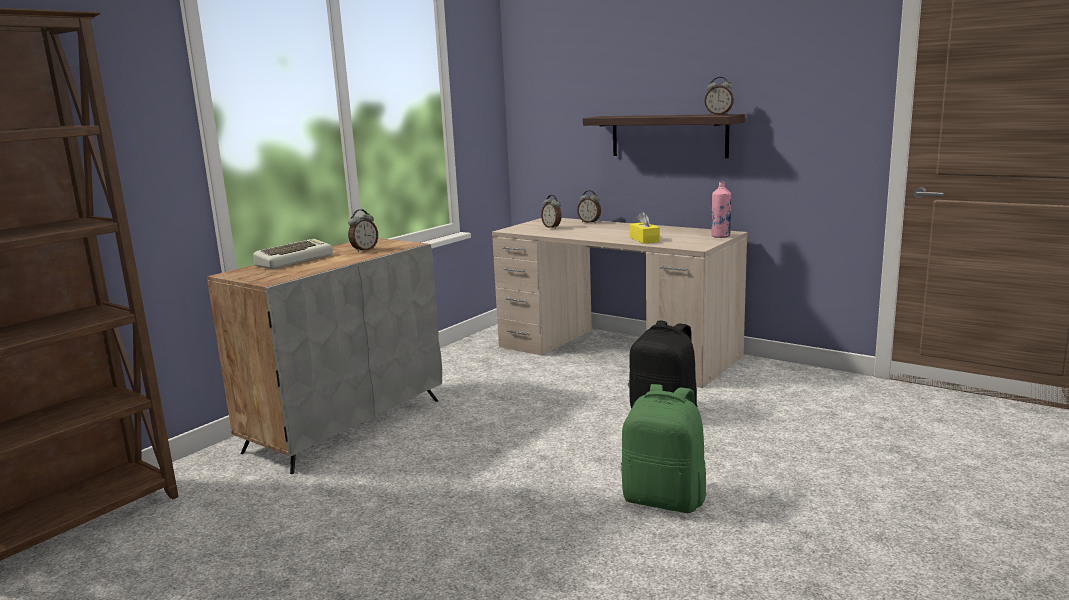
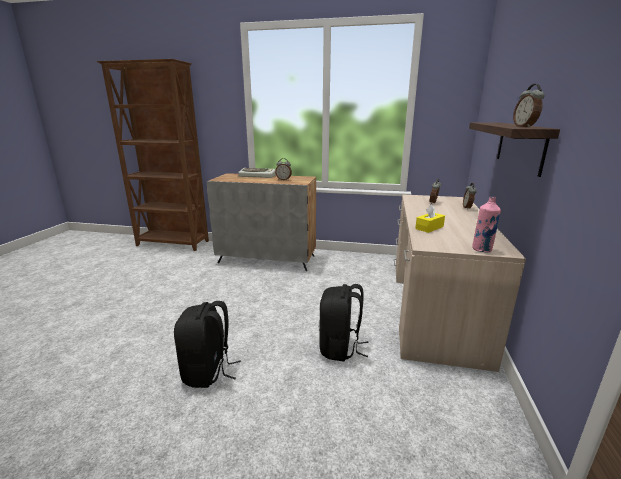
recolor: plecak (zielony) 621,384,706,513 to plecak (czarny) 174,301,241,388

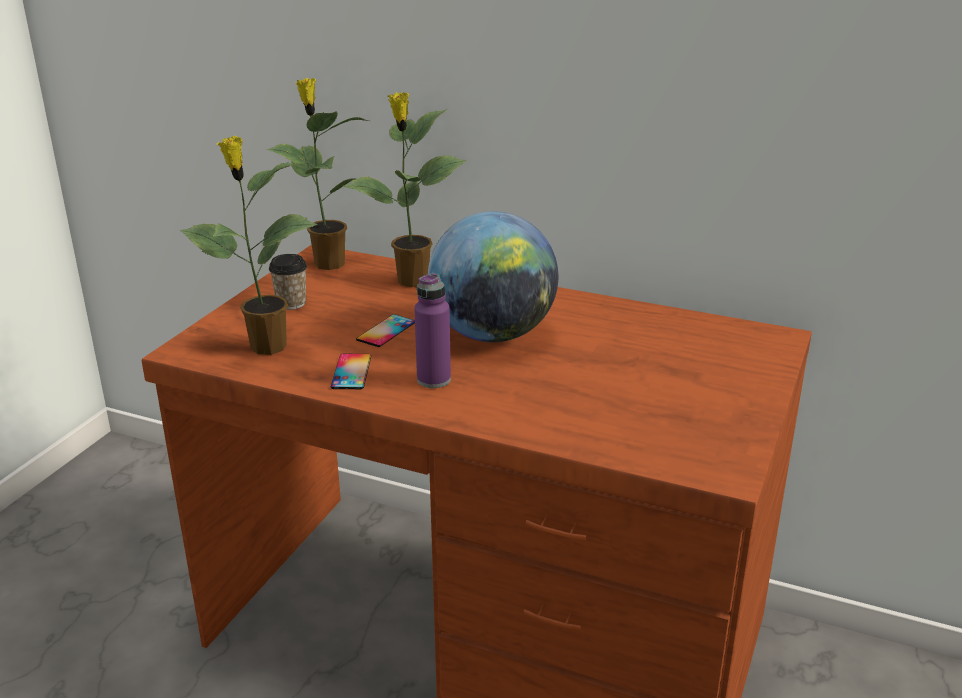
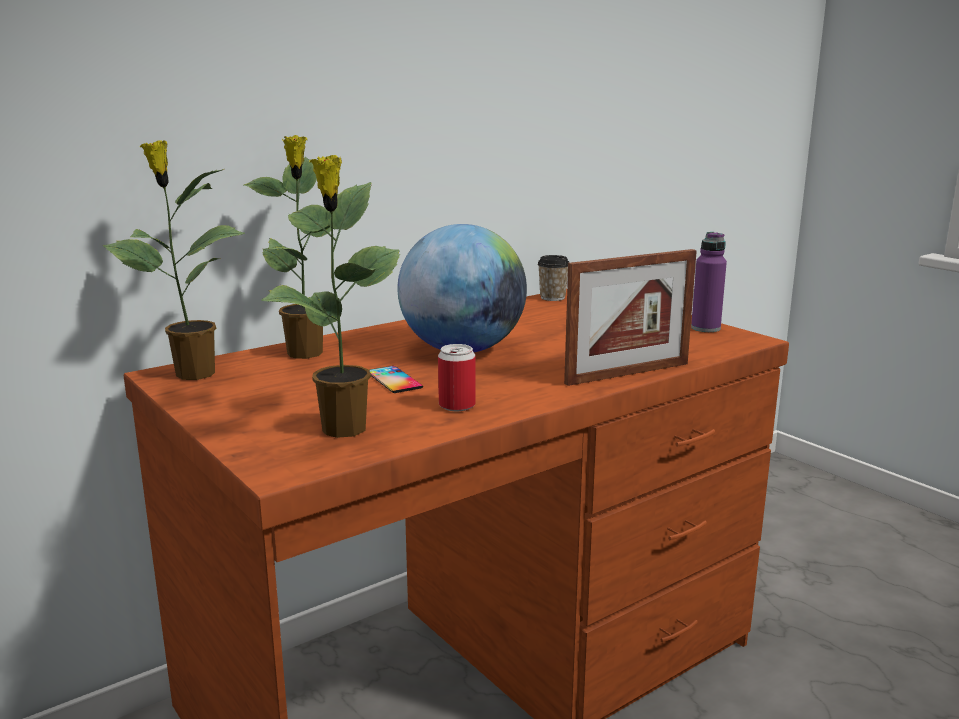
insert: ramka na zdjęcie 564,249,697,386
move: filiżanka 269,254,307,310 to 537,255,569,301; butelka (fioletowy) 414,273,451,388 to 691,232,727,332
replace: telefon 331,354,371,389 to puszka 438,344,476,411

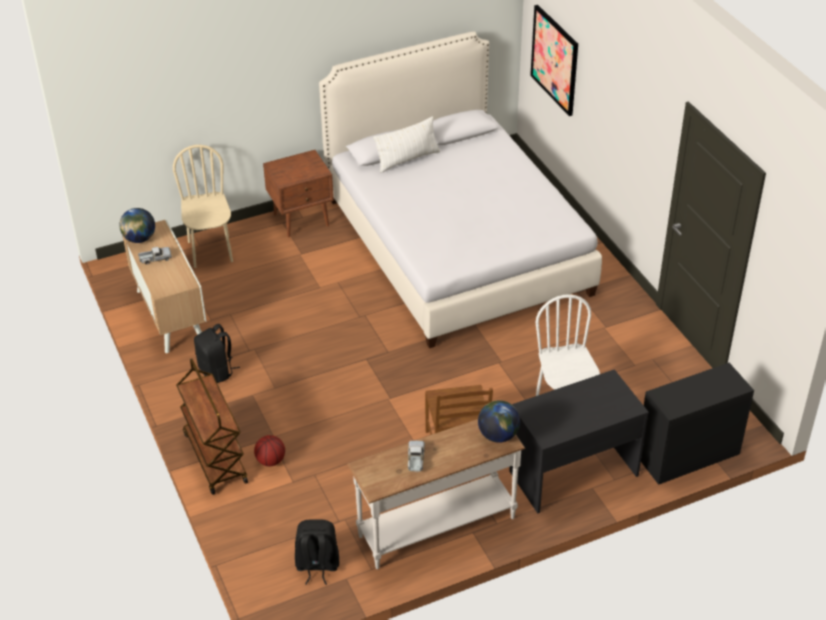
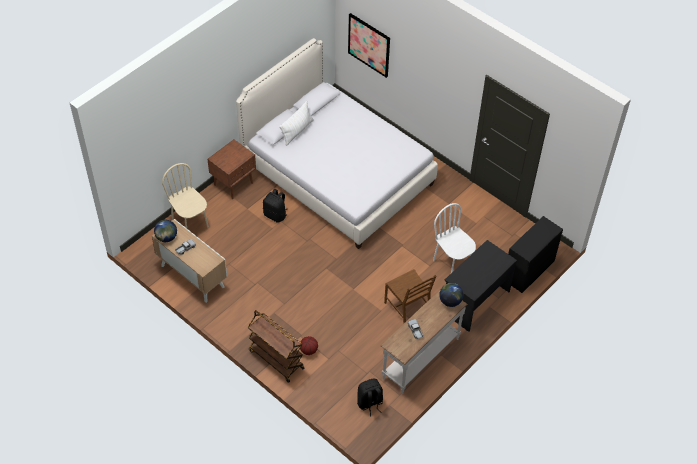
move: plecak (czarny) 194,324,240,383 to 263,189,287,223

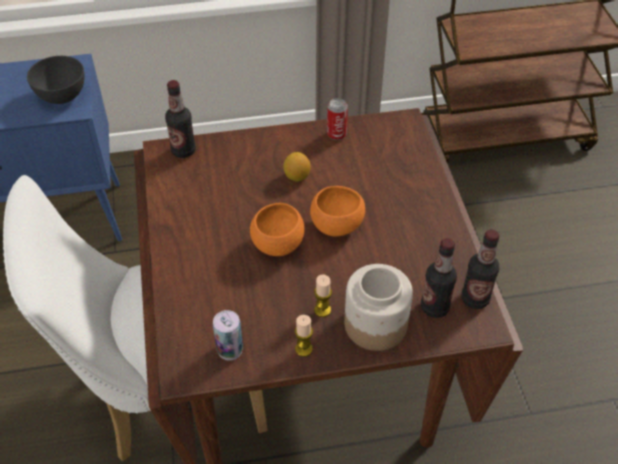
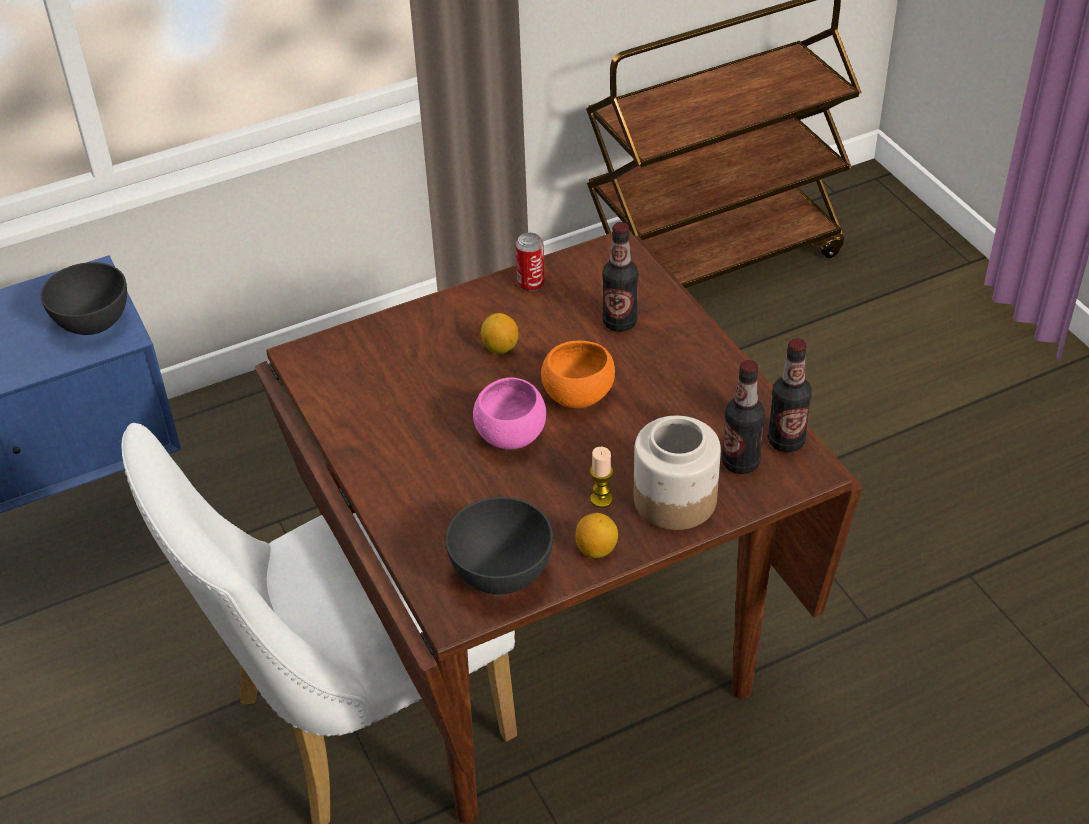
move: butelka 165,80,196,158 to 602,222,638,332
replace: puszka 213,310,243,360 to miska (szary) 445,497,553,594; świeca 295,315,313,357 to cytryna 575,513,618,558
recolor: miska (pomarańczowy) 250,203,305,256 to miska (różowy) 473,377,546,450

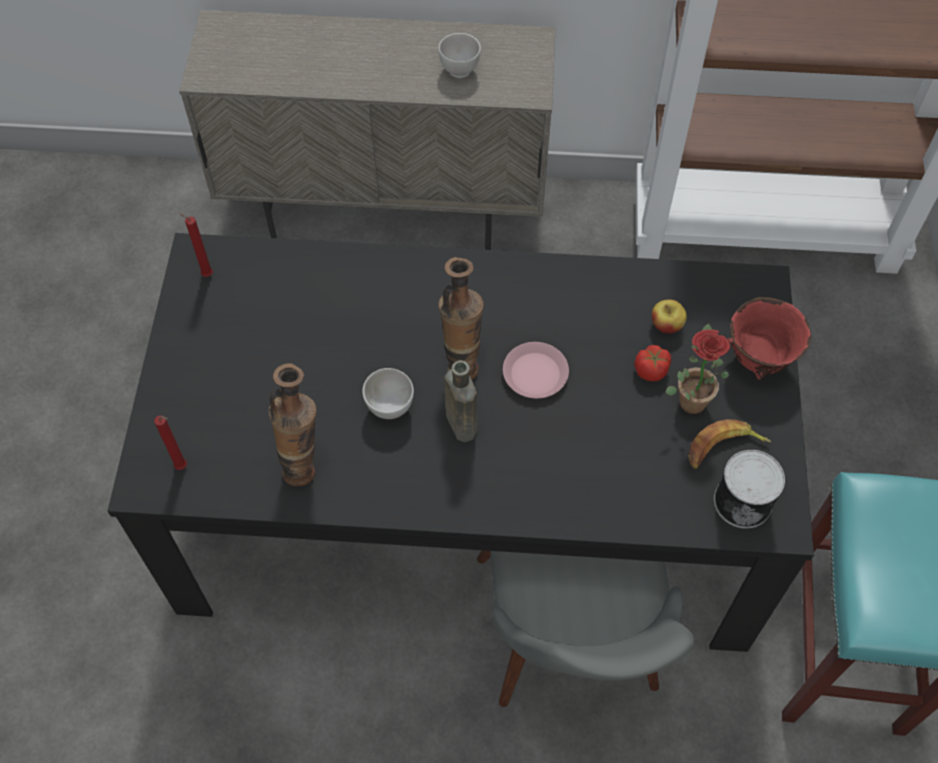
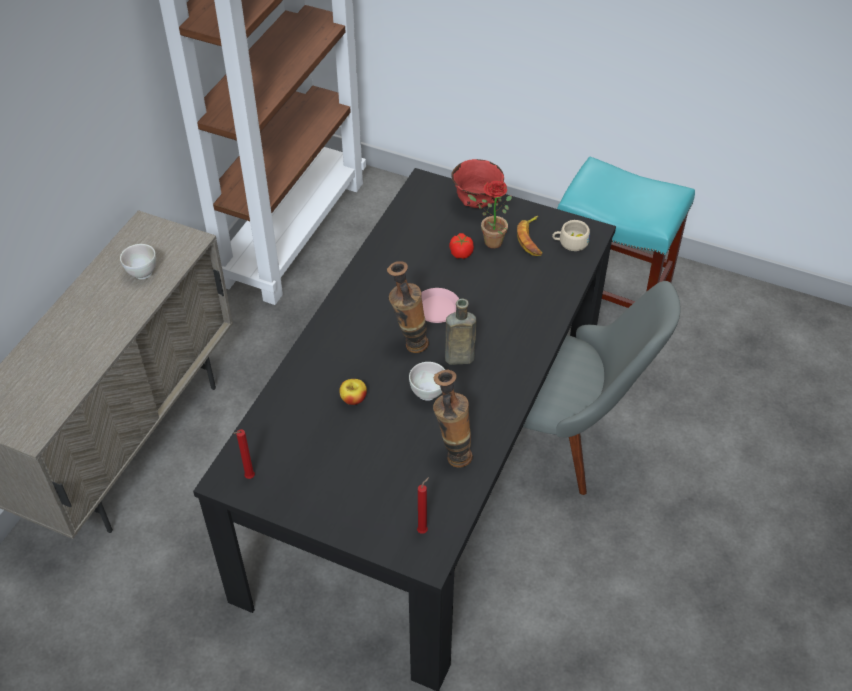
move: jabłko 652,299,687,334 to 339,379,367,405
replace: puszka 714,450,785,529 to filiżanka (beżowy) 552,220,590,251

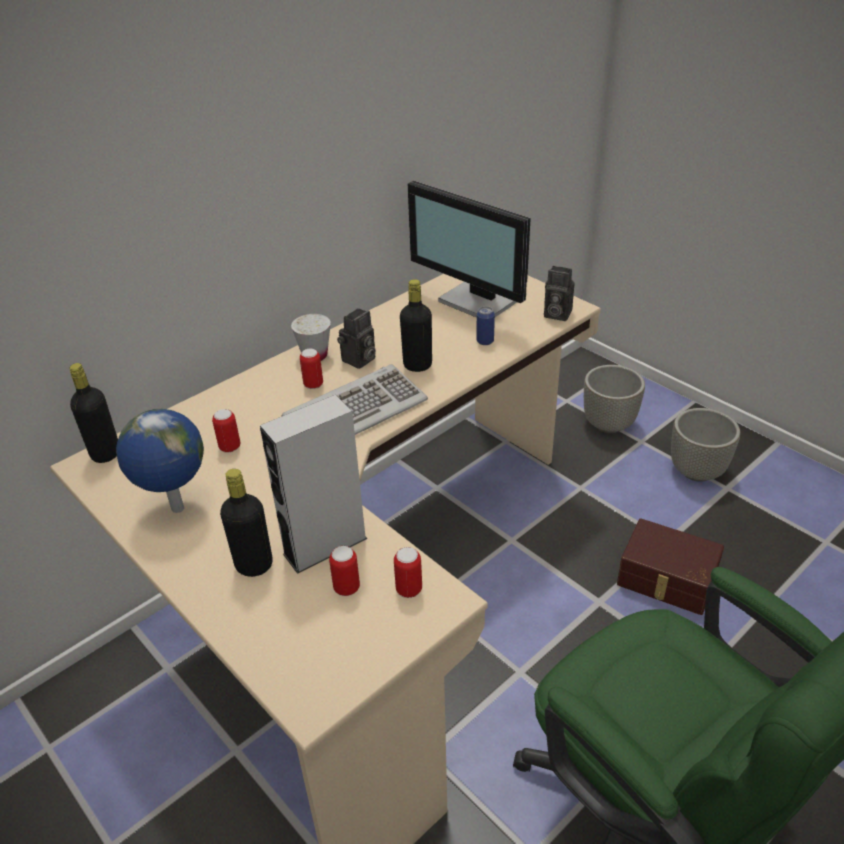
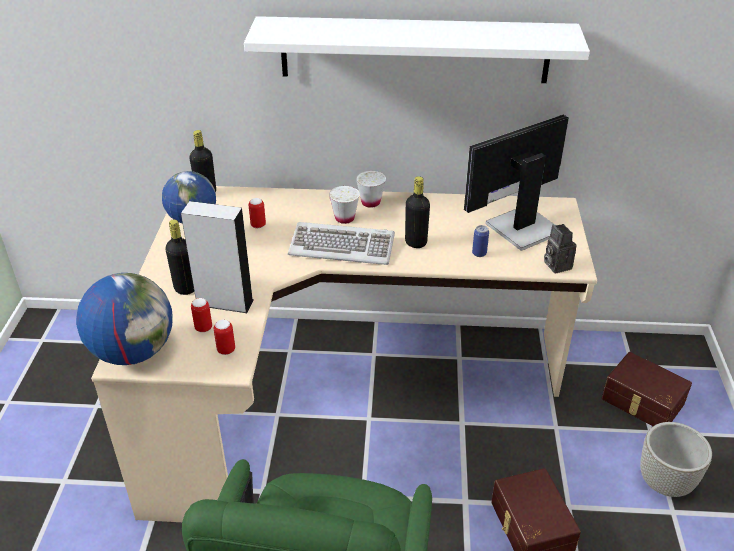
delete: aparat fotograficzny 337,308,376,369
insert: globus 76,273,172,365; półka (biały) 244,16,590,83
replace: puszka 300,349,323,389 to filiżanka (biały) 329,186,360,224; donica (szary) 584,365,645,433 to pojemnik do przechowywania (brązowy) 602,352,692,426
rotate: monitor 408,181,531,318 = 464,115,569,251 60 degrees clockwise

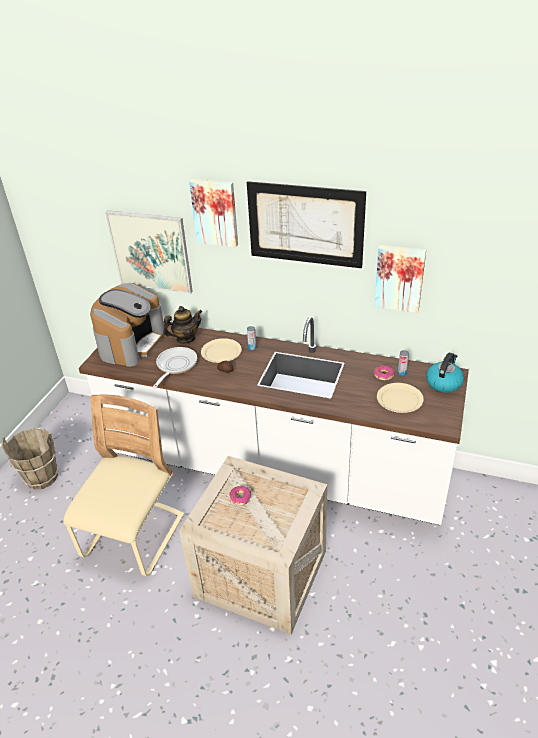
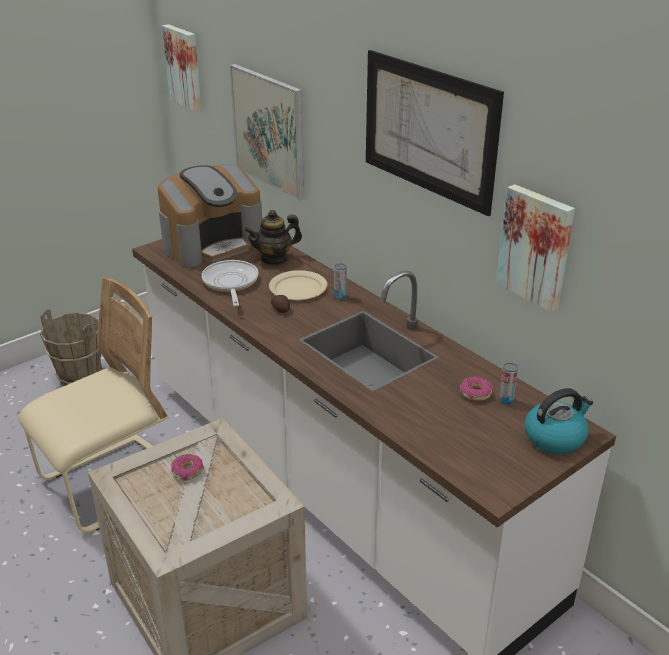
delete: talerz (beżowy) 377,383,424,413
move: obraz 189,179,238,247 to 162,24,202,112
rotate: patelnia 152,347,197,389 = 202,260,258,307 60 degrees counterclockwise; imbryk 163,306,203,344 = 245,210,302,265 150 degrees clockwise

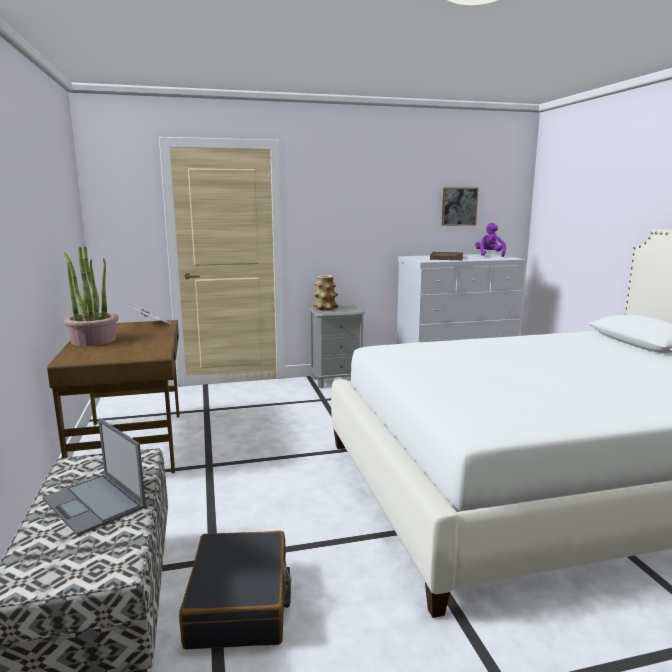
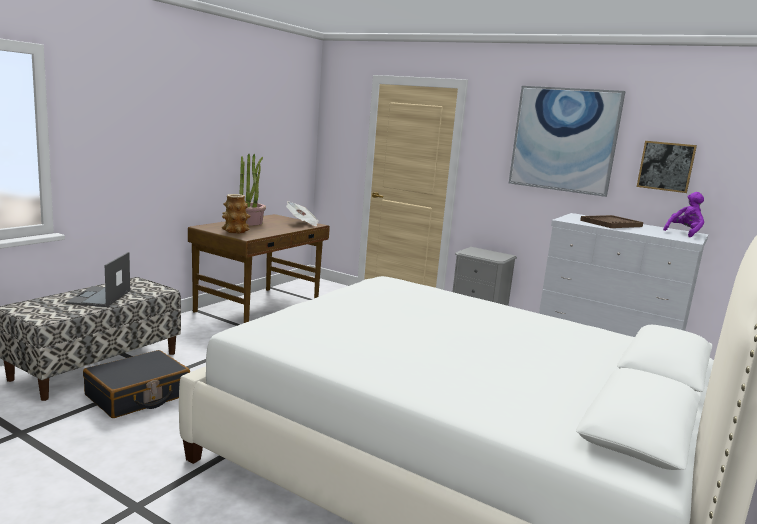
insert: obraz 509,86,626,197
move: wazon 313,275,339,311 to 222,194,250,233

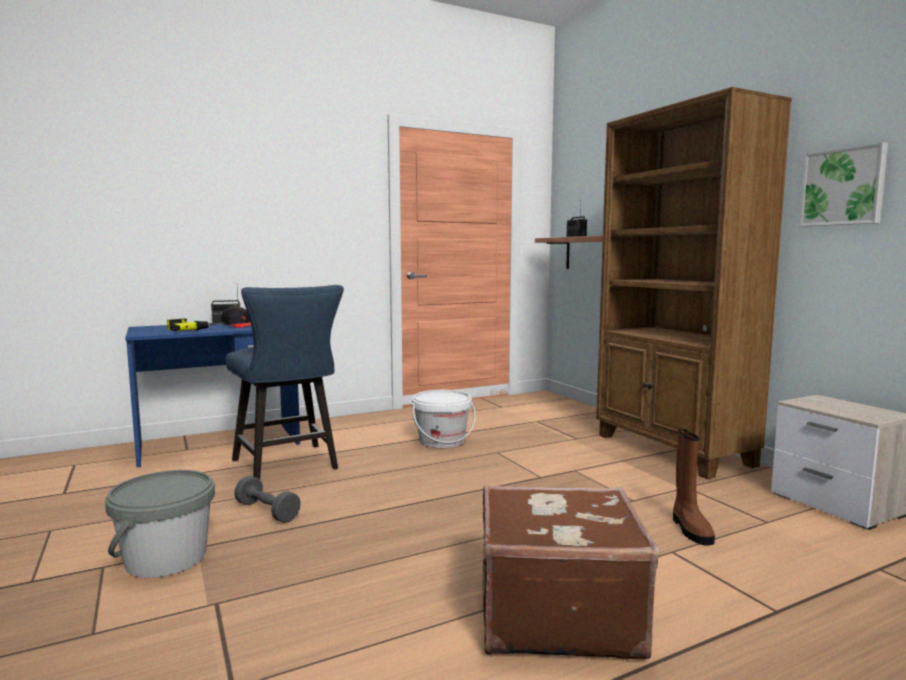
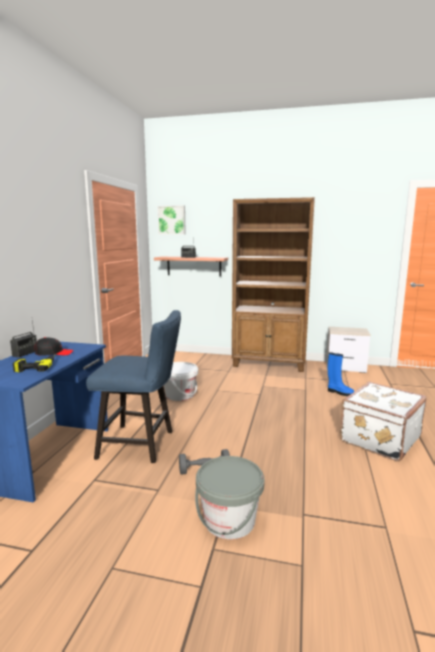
move: obraz 799,142,888,227 to 157,206,186,235
recolor: walizka (brązowy) 483,486,659,660 to walizka (biały) 340,382,427,461; but z cholewką (brązowy) 673,429,715,546 to but z cholewką (niebieski) 328,352,355,396

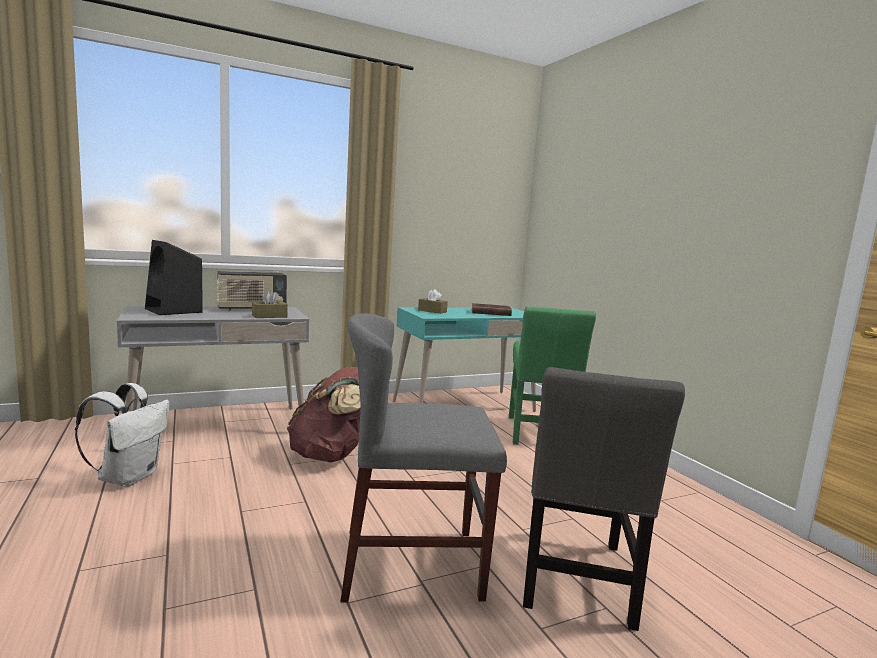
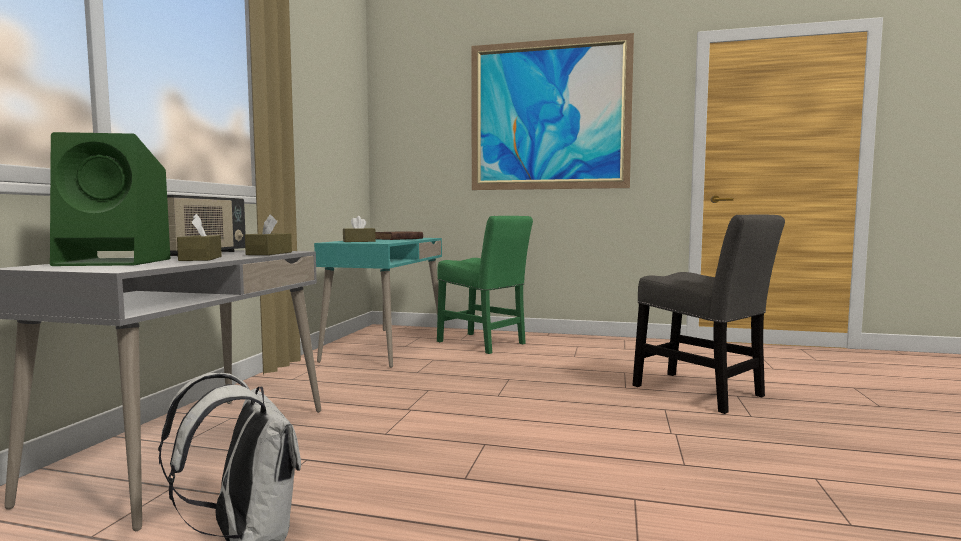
delete: plecak (brązowy) 287,367,361,462; krzesło (szary) 340,314,507,603
insert: pudełko chusteczek (brązowy) 177,214,222,261; obraz 471,33,634,190
recolor: głośnik (czarny) 145,240,203,315 to głośnik (zielony) 50,132,170,266

